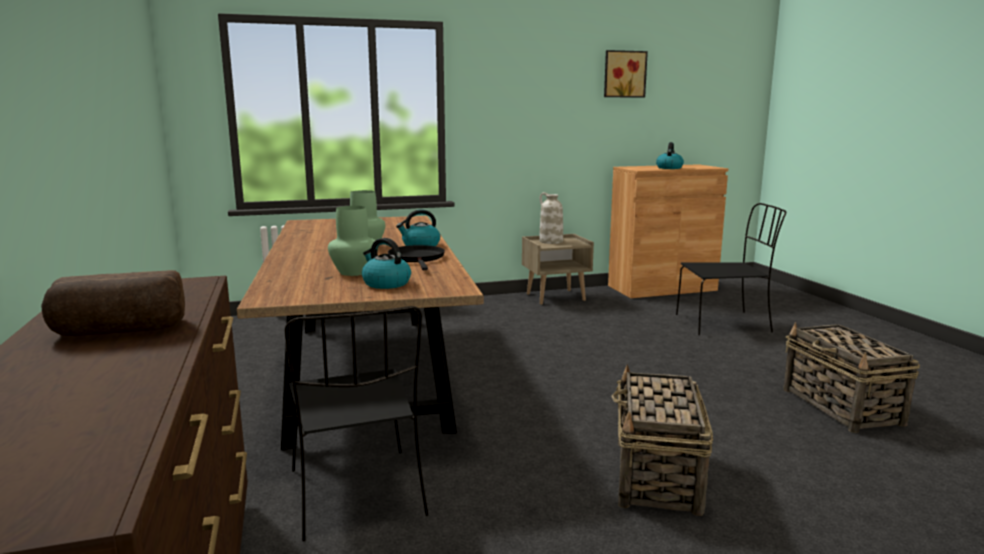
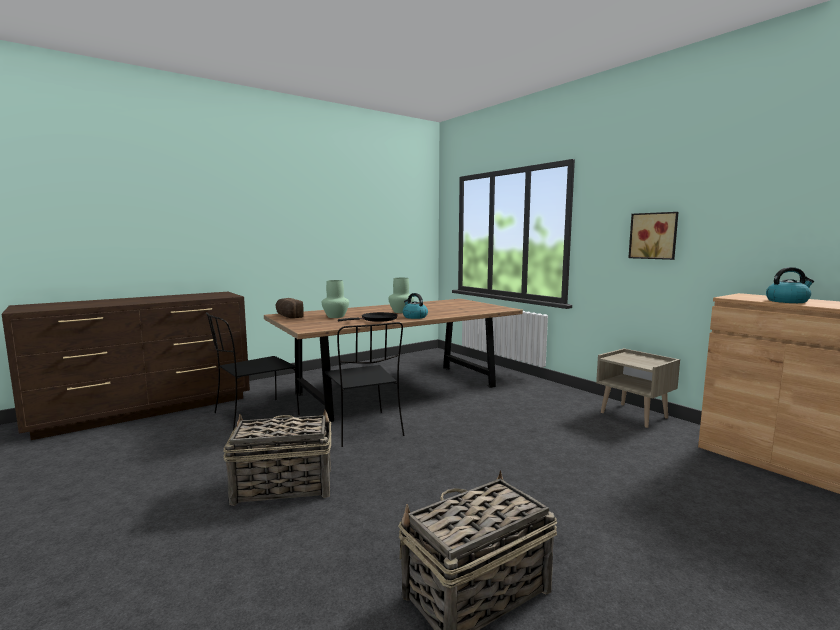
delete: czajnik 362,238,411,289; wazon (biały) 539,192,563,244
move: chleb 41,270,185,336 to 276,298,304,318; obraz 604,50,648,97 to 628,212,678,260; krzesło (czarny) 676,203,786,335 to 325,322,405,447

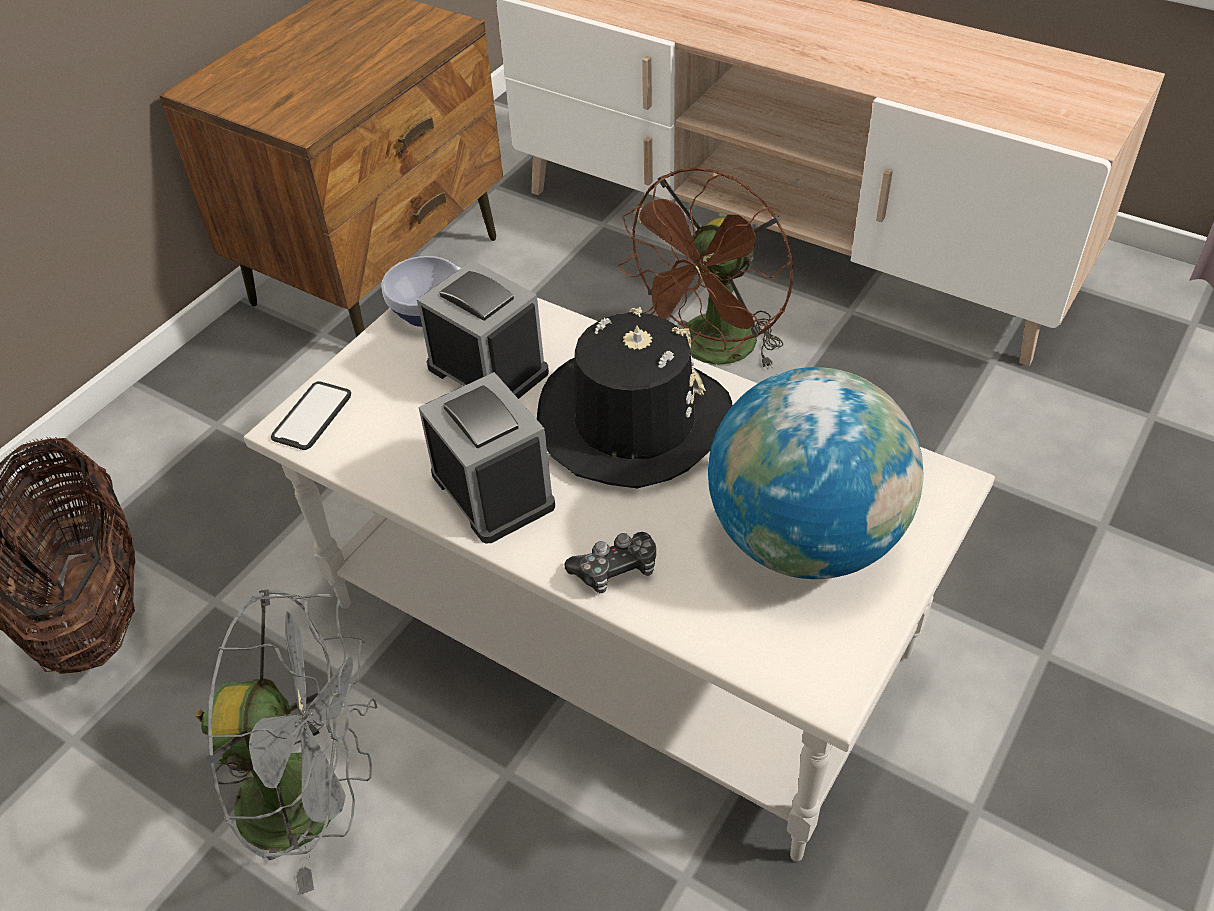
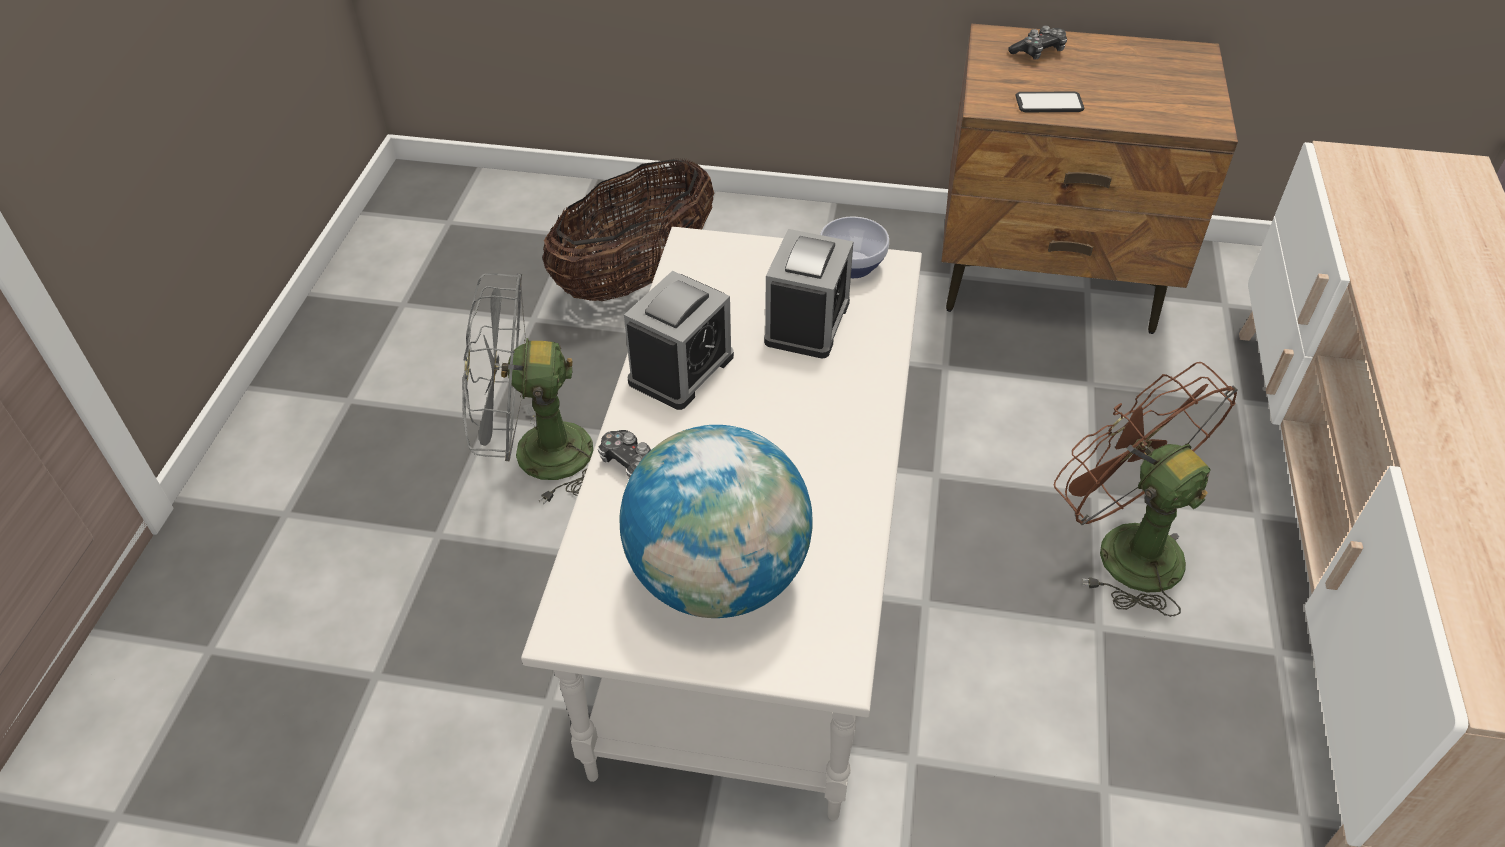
delete: kapelusz (czarny) 537,307,733,488
insert: pad do gier 1008,25,1067,60
move: telefon 271,381,351,450 to 1015,92,1084,112
rotate: wentylator (szary) 196,589,378,895 = 462,273,594,505 105 degrees clockwise; wentylator (brązowy) 618,168,794,370 = 1054,362,1238,617 45 degrees clockwise

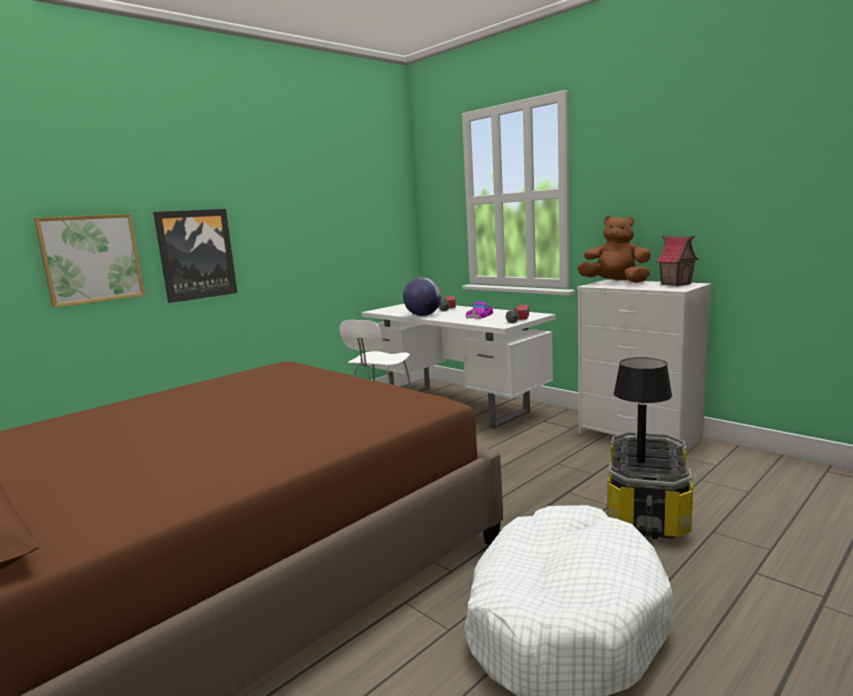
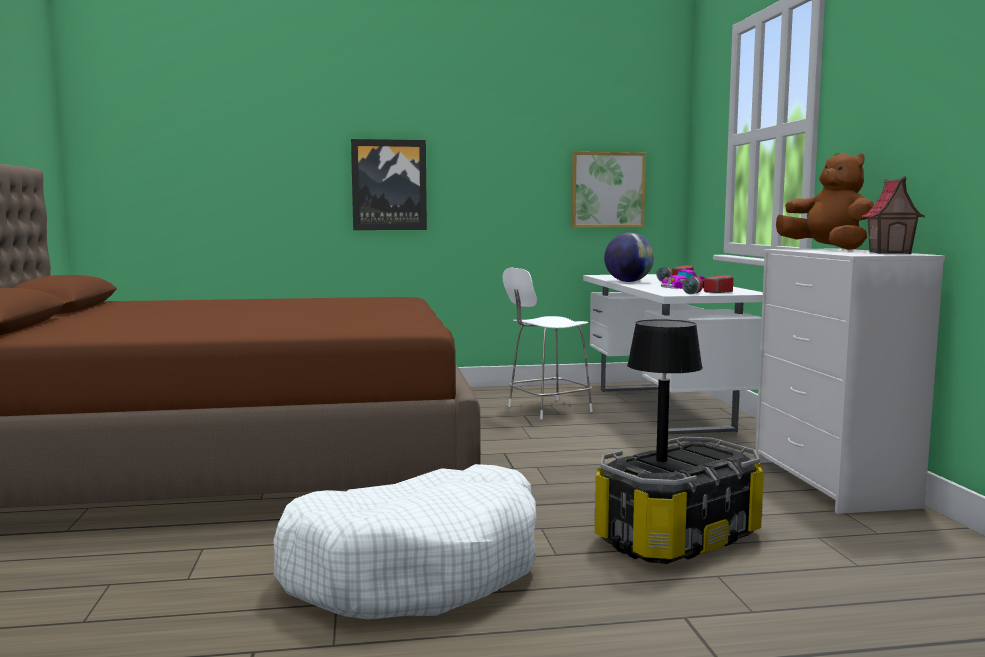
move: obraz 34,214,145,308 to 571,152,646,228

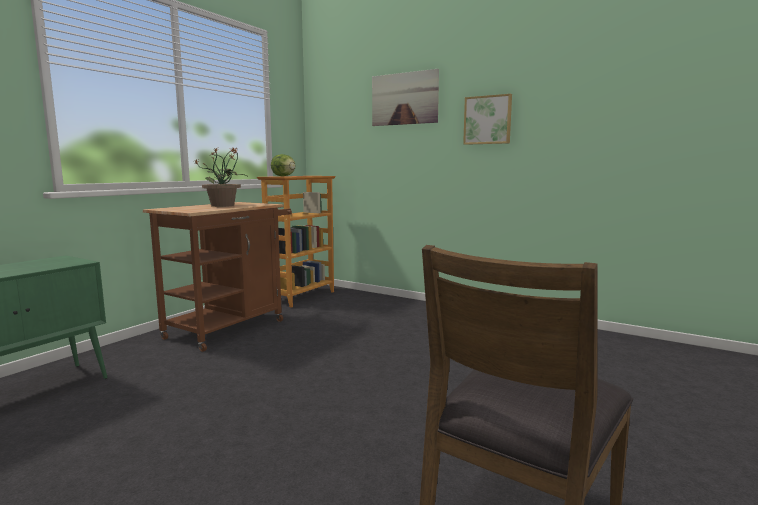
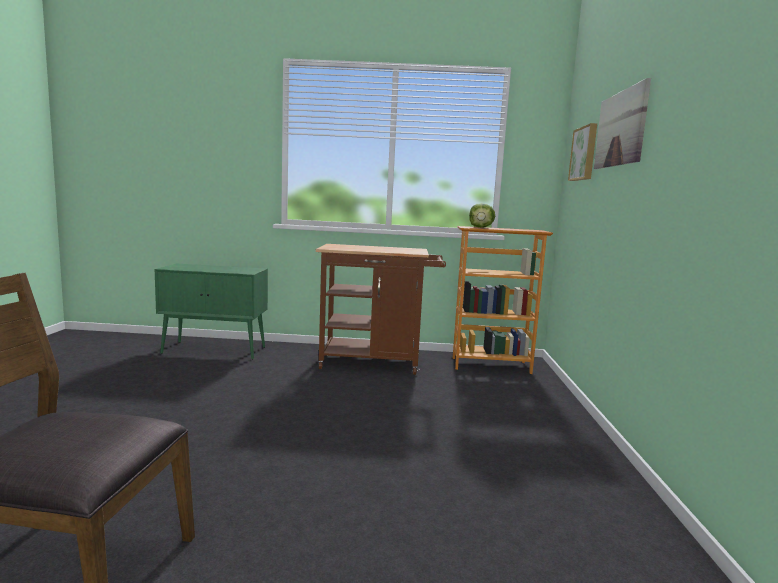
delete: roślina doniczkowa 194,148,247,207
move: obraz 463,94,512,145 to 568,123,597,181

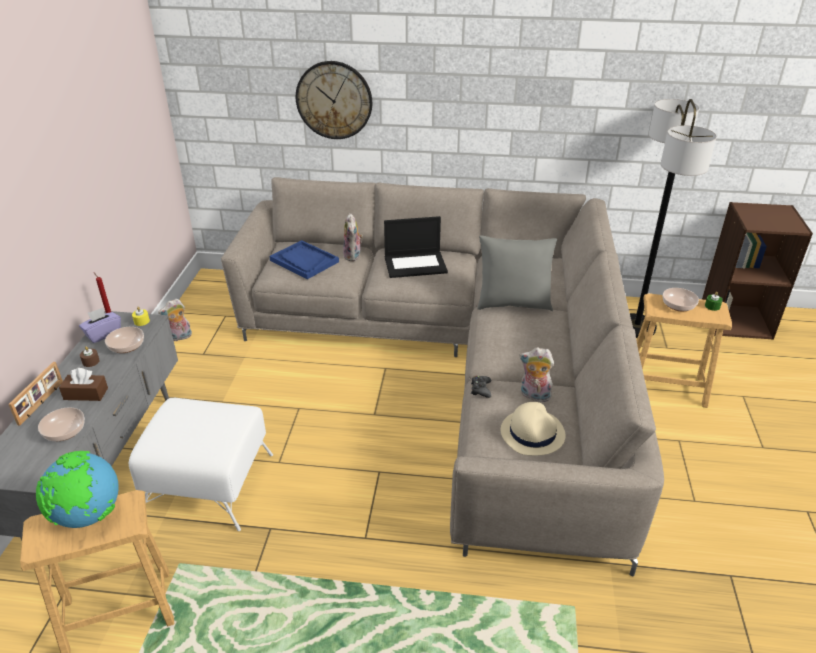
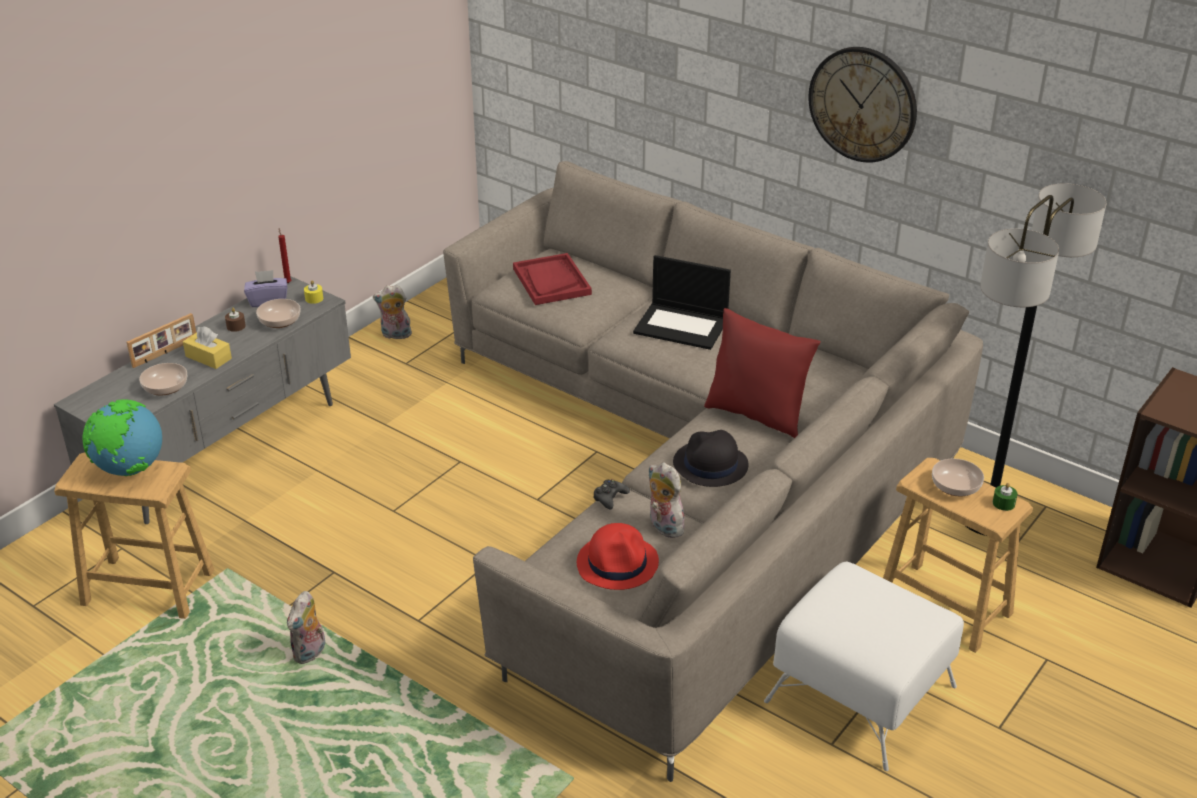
insert: kapelusz (czarny) 673,430,749,487
move: pufa (biały) 129,398,273,531 to 764,562,964,771; zegar ścienny 296,61,372,139 to 808,47,917,163; pluszak 343,213,363,261 to 287,591,325,664
recolor: pudełko chusteczek (brązowy) 59,368,108,401 to pudełko chusteczek (żółty) 183,326,232,369; taca (niebieski) 269,240,339,279 to taca (czerwony) 513,253,592,305; poduszka (szary) 477,235,557,311 to poduszka (czerwony) 704,308,821,438; kapelusz (beżowy) 501,402,566,455 to kapelusz (czerwony) 577,523,659,590

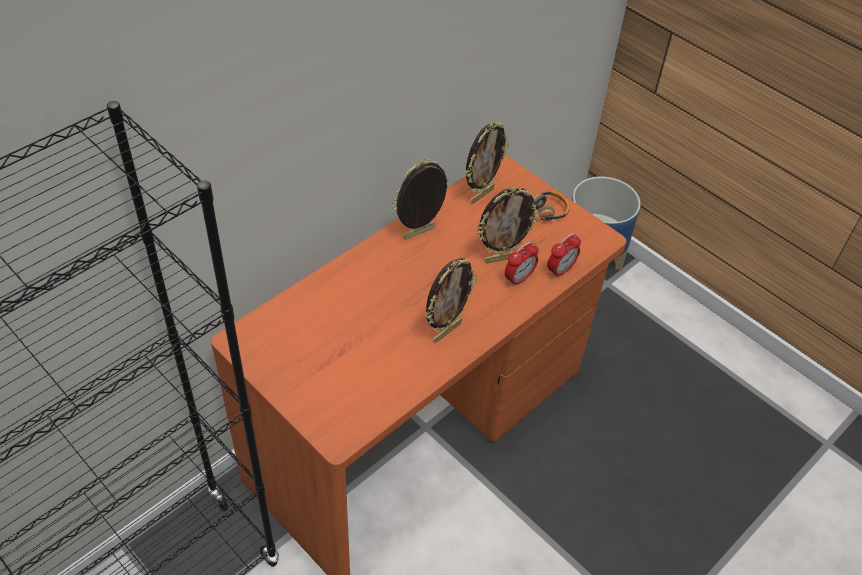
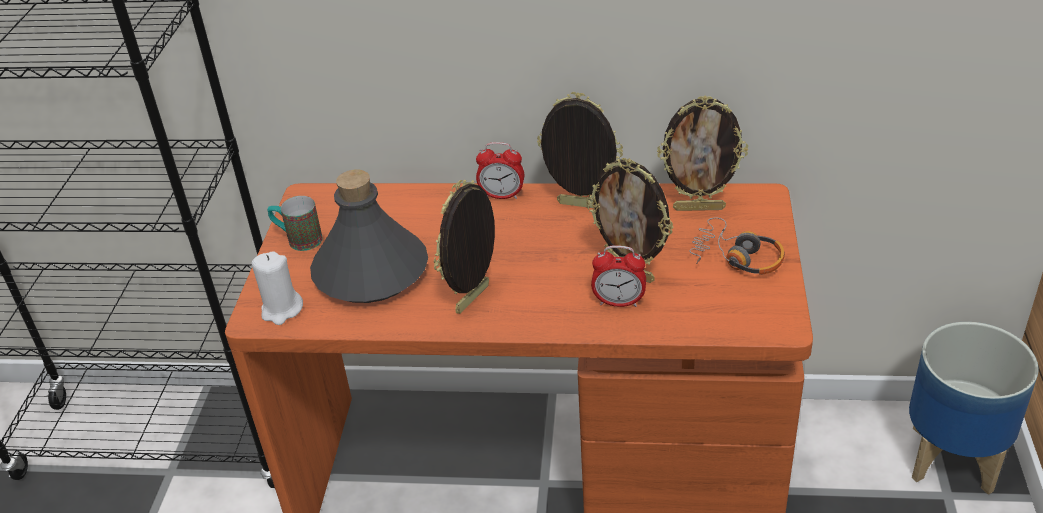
insert: świeca (biały) 252,251,303,325; kubek 267,196,323,251; butelka (szary) 310,170,428,303
move: budzik 547,233,581,278 to 476,142,524,199
rotate: ramka na zdjęcie 425,258,477,343 = 434,180,495,314 120 degrees clockwise

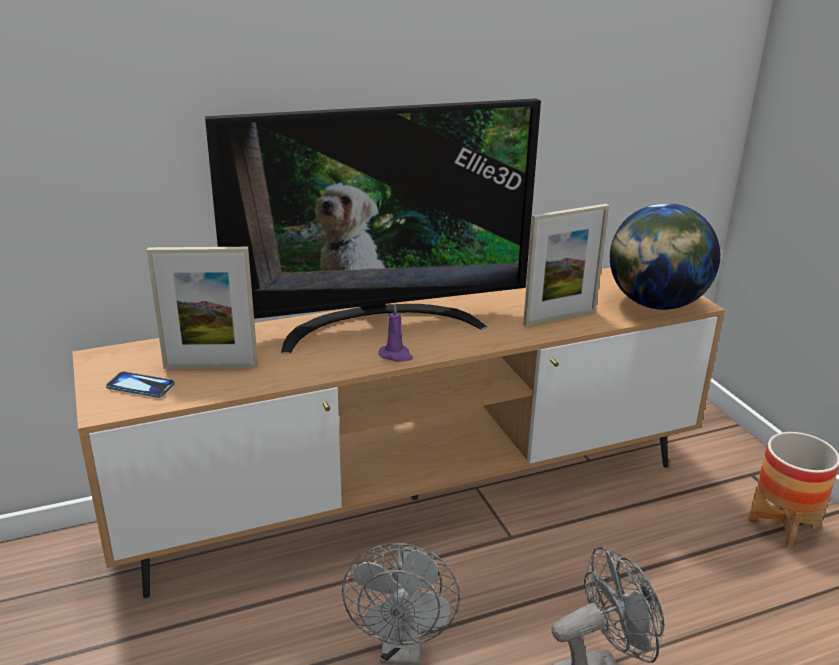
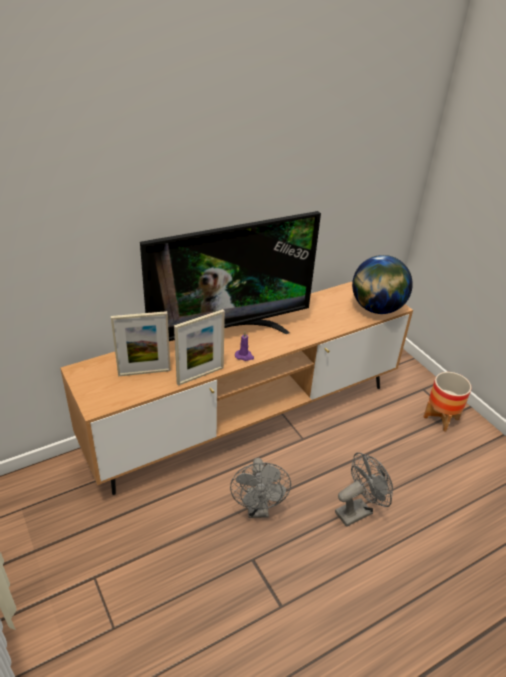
delete: telefon 106,372,175,398
move: ramka na zdjęcie 523,204,609,327 to 174,309,225,386

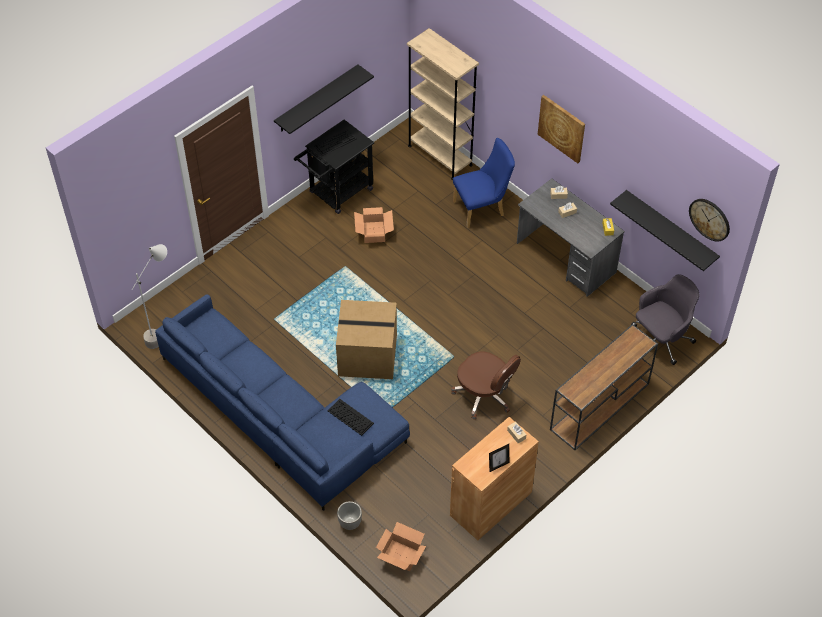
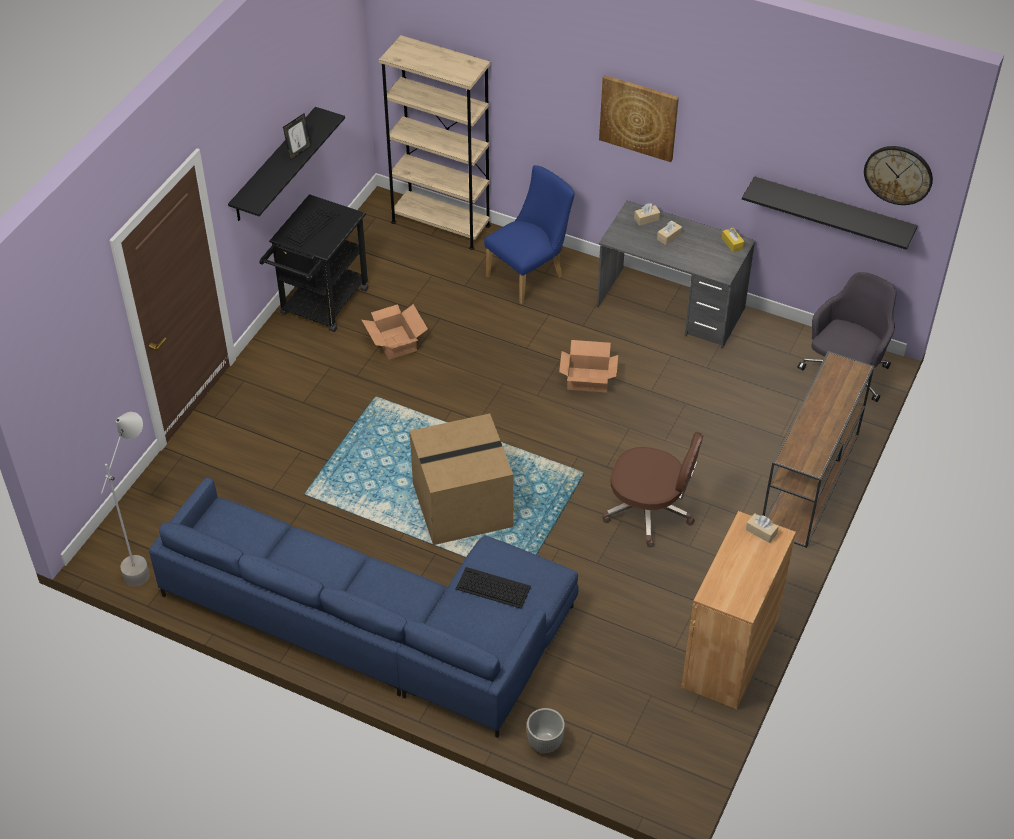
move: karton 376,522,426,571 to 559,340,618,393; ramka na zdjęcie 489,444,509,472 to 283,113,311,161

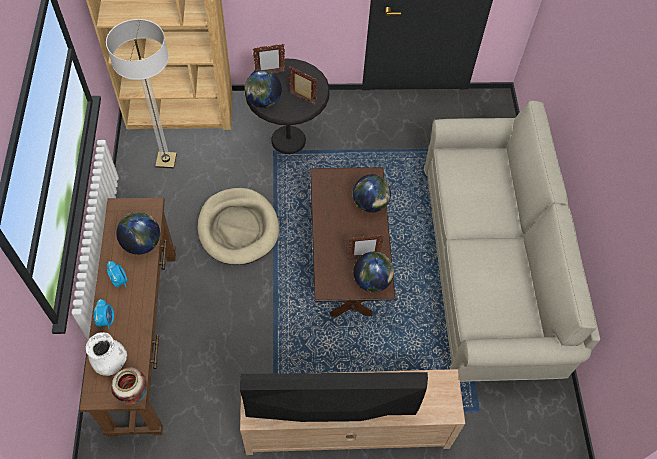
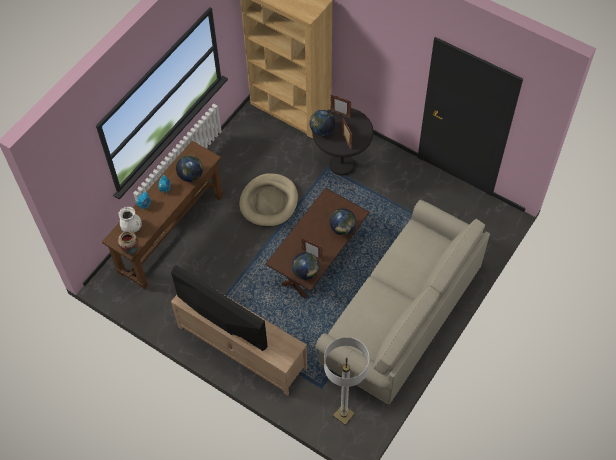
move: lampa stojąca 106,19,177,168 to 324,337,369,425

